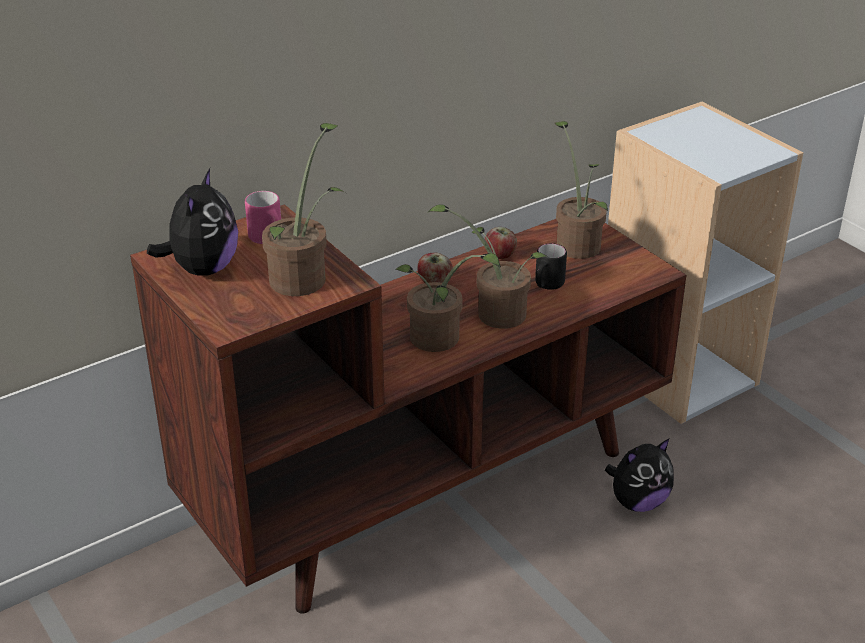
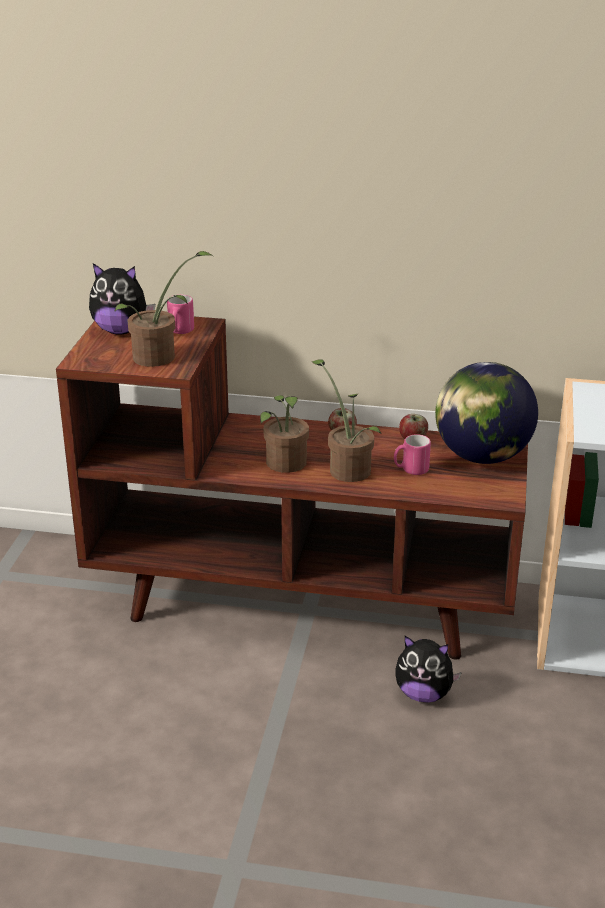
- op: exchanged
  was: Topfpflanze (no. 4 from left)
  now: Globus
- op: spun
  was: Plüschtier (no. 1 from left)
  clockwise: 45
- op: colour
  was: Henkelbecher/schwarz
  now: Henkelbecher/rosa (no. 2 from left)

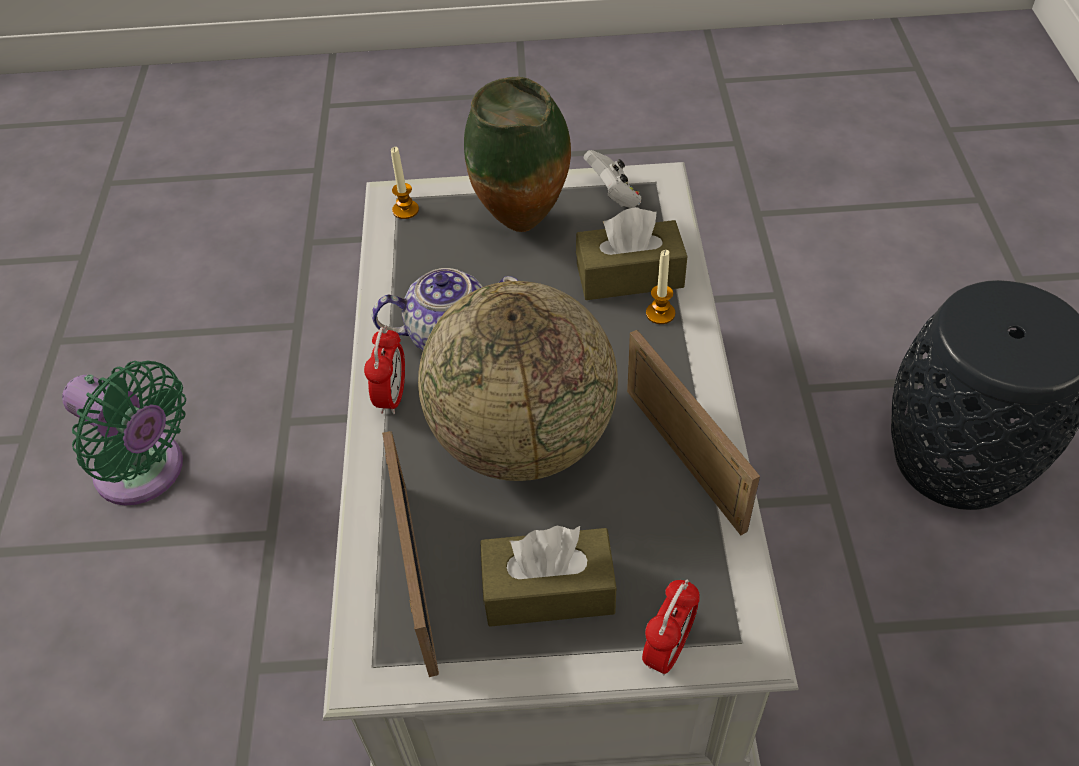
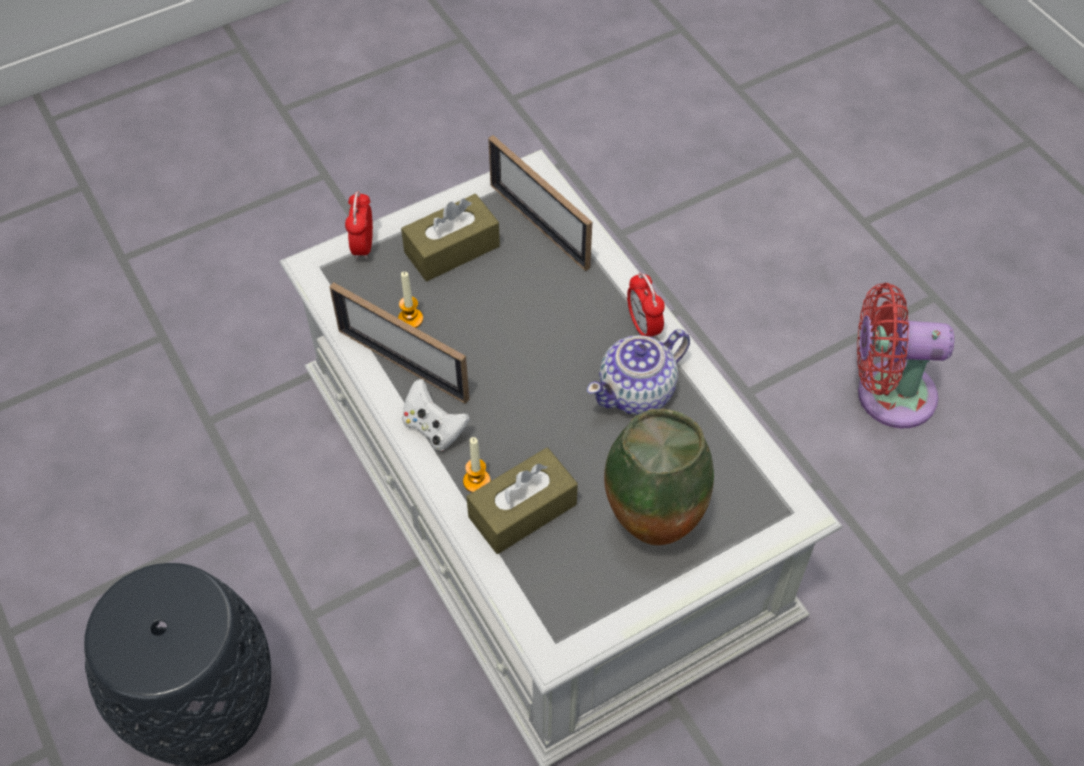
- op: relocated
  was: Kerze (no. 1 from left)
- op: relocated
  was: Gamepad/weiß
- op: missing
  was: Globus
- op: colour
  was: Ventilator/grün
  now: Ventilator/rot

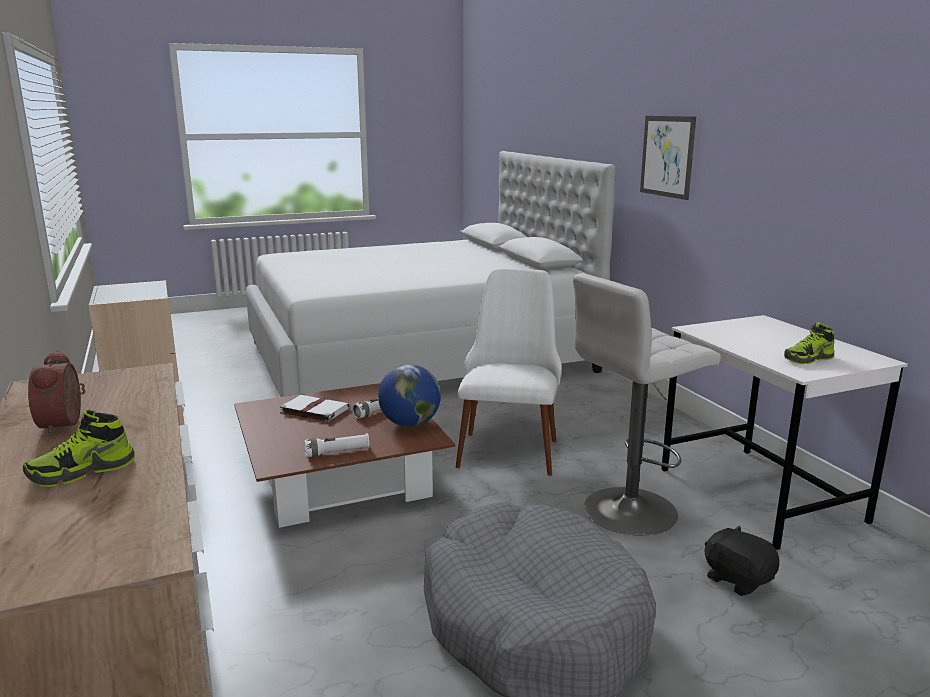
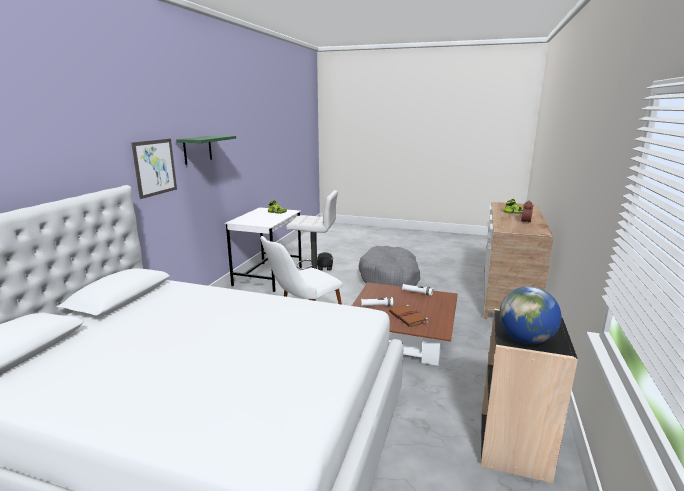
- op: relocated
  was: Globus
- op: colour
  was: Buch/weiß
  now: Buch/braun
- op: appeared
  now: Wandregal/grün

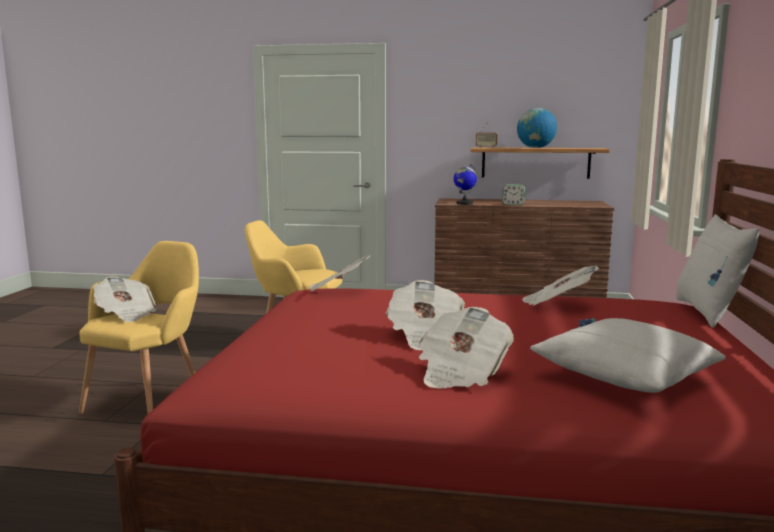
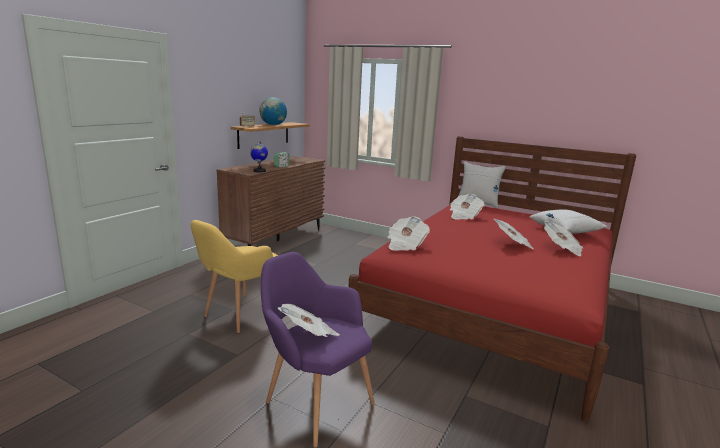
- op: colour
  was: Sessel/gelb (no. 1 from left)
  now: Sessel/lila

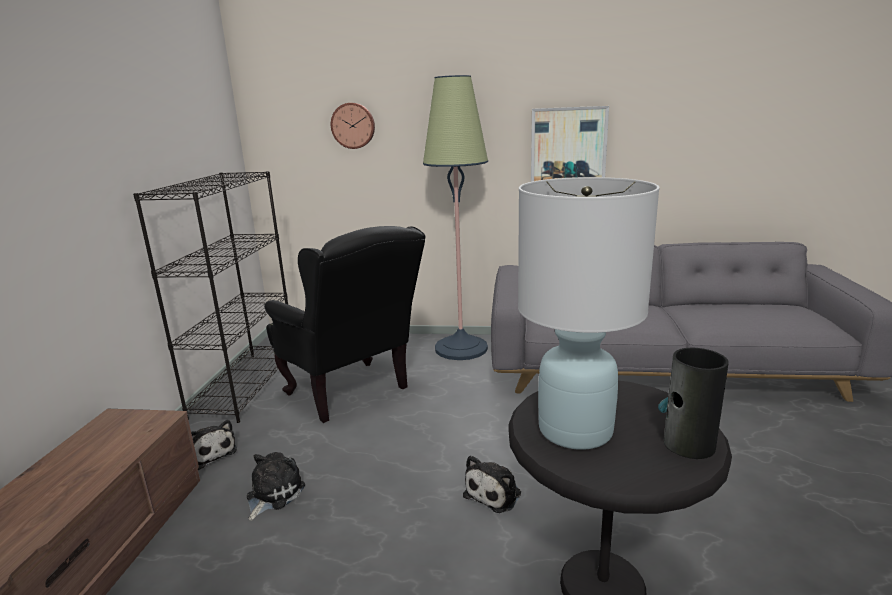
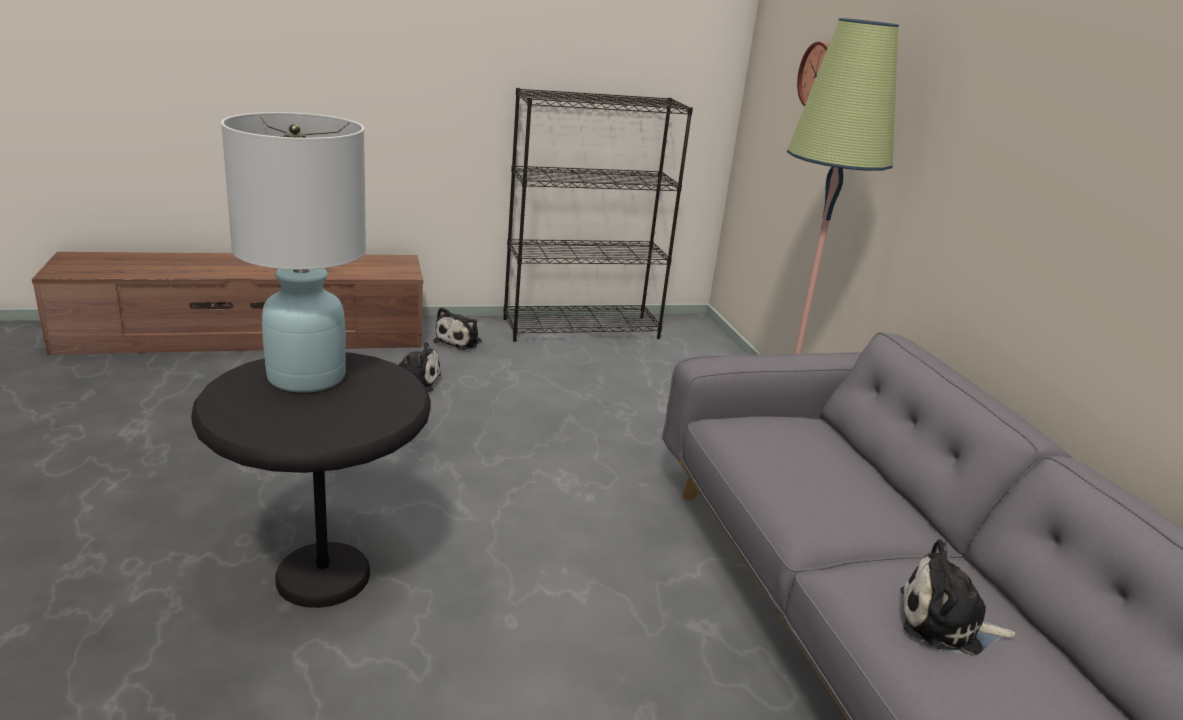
- op: missing
  was: Bild
- op: missing
  was: Sessel/schwarz
- op: missing
  was: Vase
- op: relocated
  was: Plüschtier (no. 3 from left)

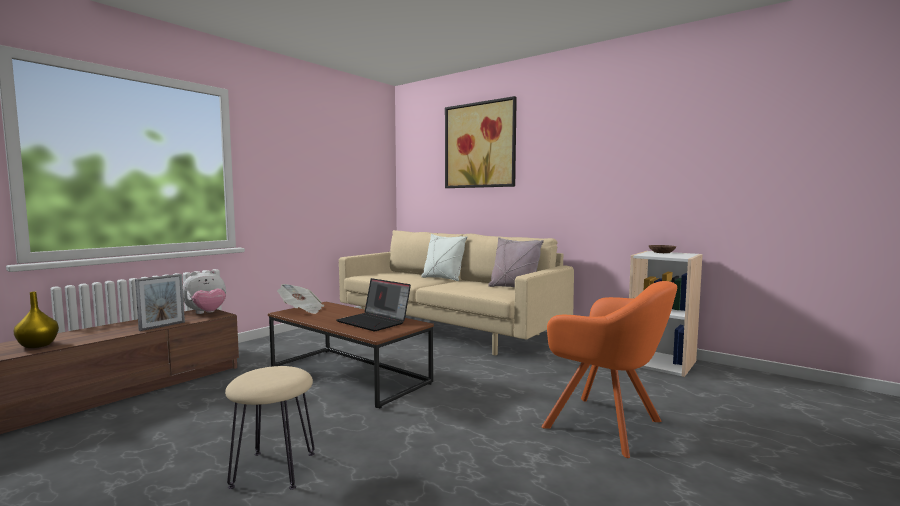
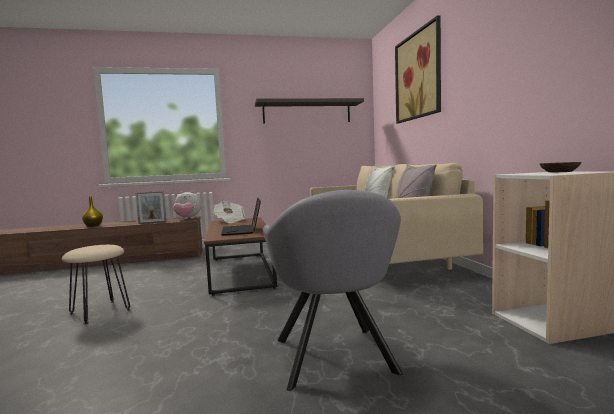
- op: colour
  was: Sessel/orange
  now: Sessel/grau
- op: appeared
  now: Wandregal

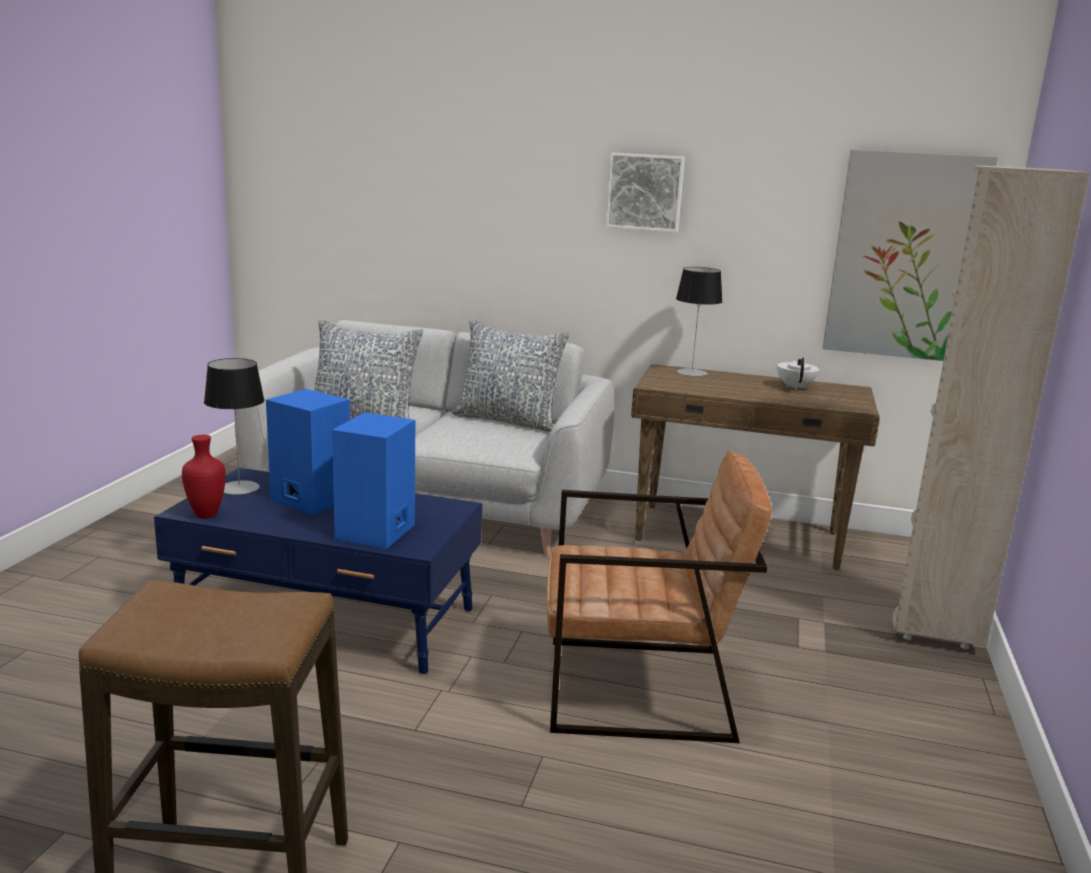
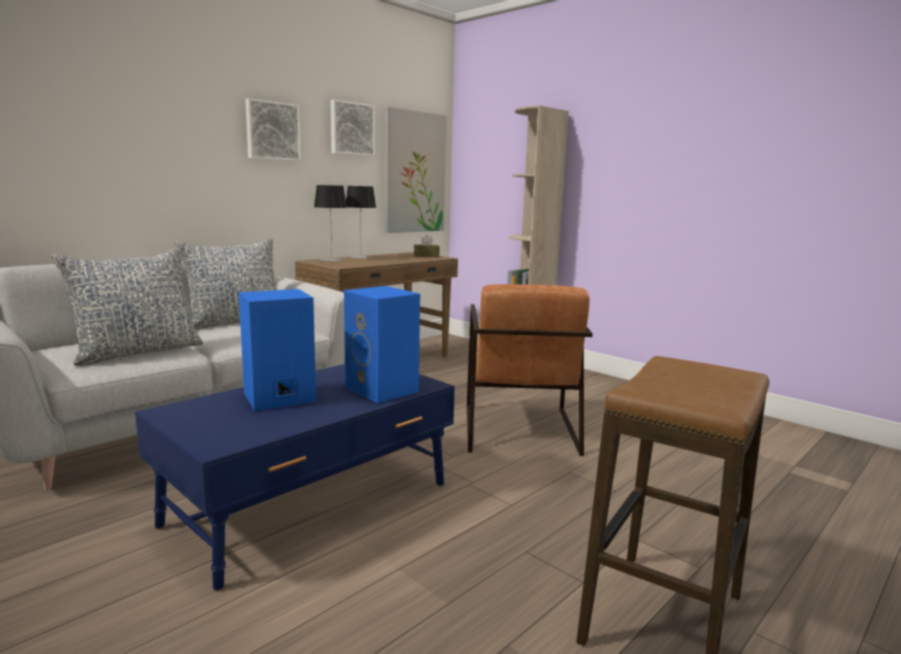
- op: relocated
  was: Tischlampe (no. 1 from left in the first image)
  now: Tischlampe (no. 2 from left)
- op: missing
  was: Teekanne/weiß
- op: missing
  was: Vase/rot
- op: spun
  was: Sessel/braun
  clockwise: 150
- op: appeared
  now: Bild (no. 2 from left)
- op: appeared
  now: Taschentuchbox/braun

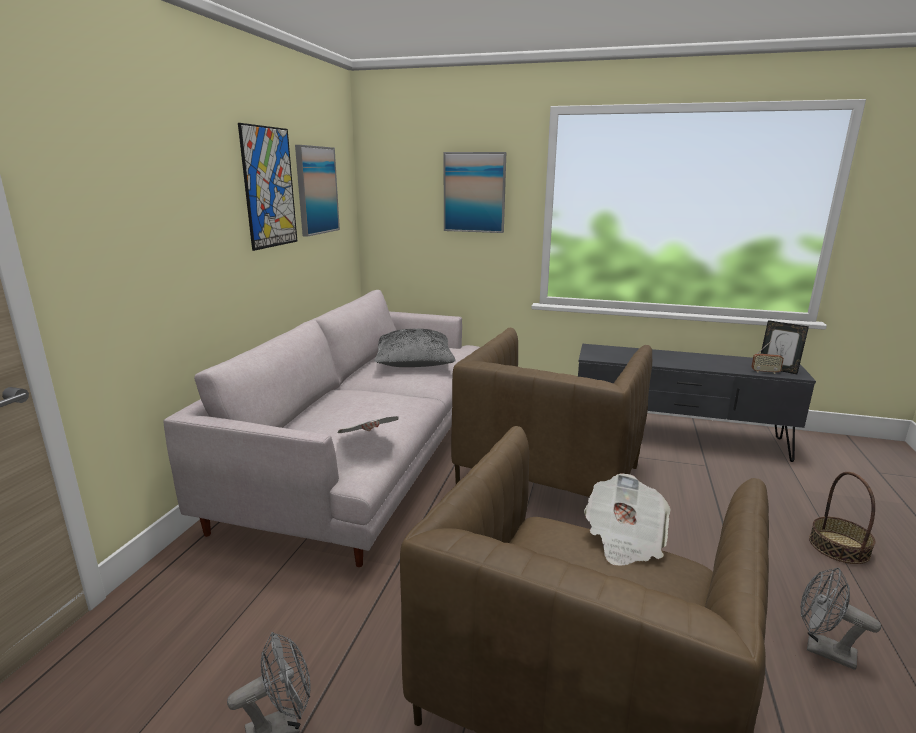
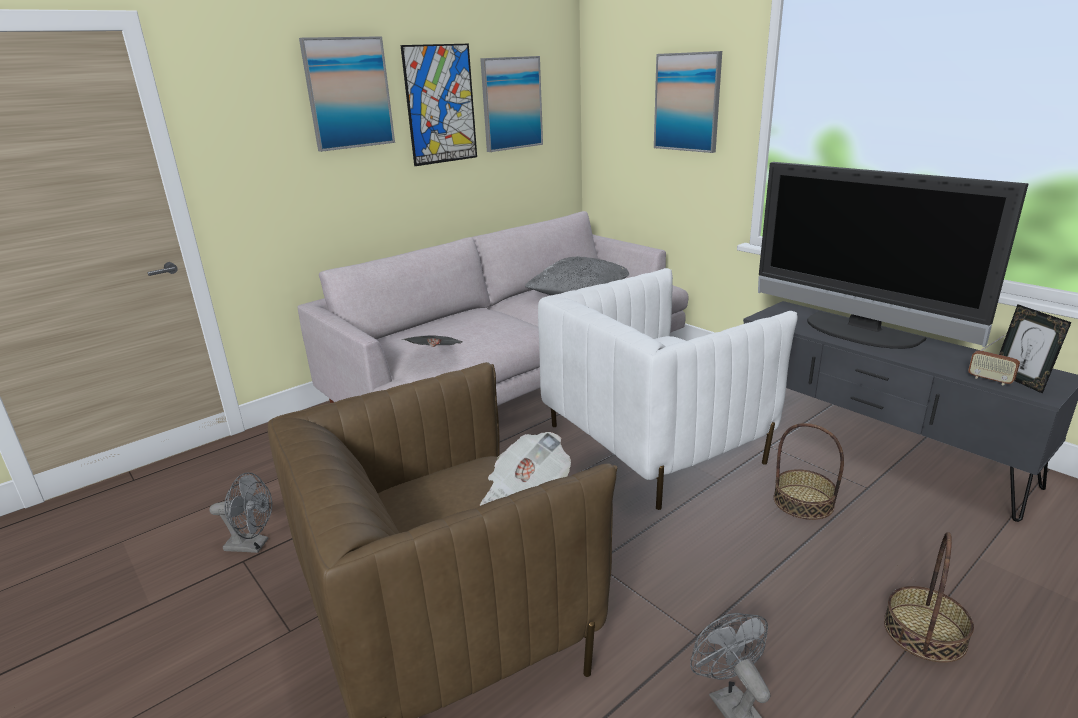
- op: colour
  was: Sessel/braun (no. 1 from left)
  now: Sessel/weiß
- op: appeared
  now: Bild (no. 1 from left)
- op: appeared
  now: Fernseher
- op: appeared
  now: Korb (no. 1 from left)

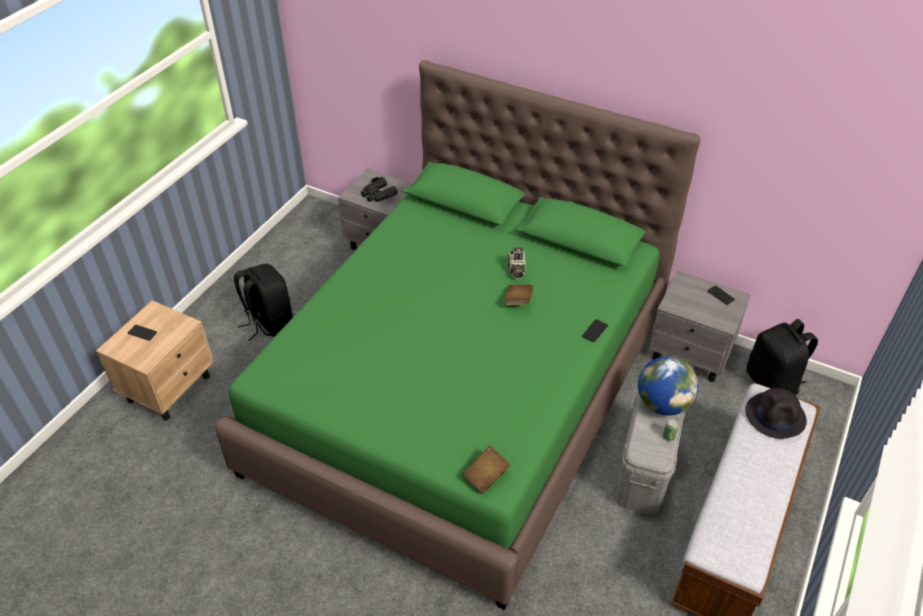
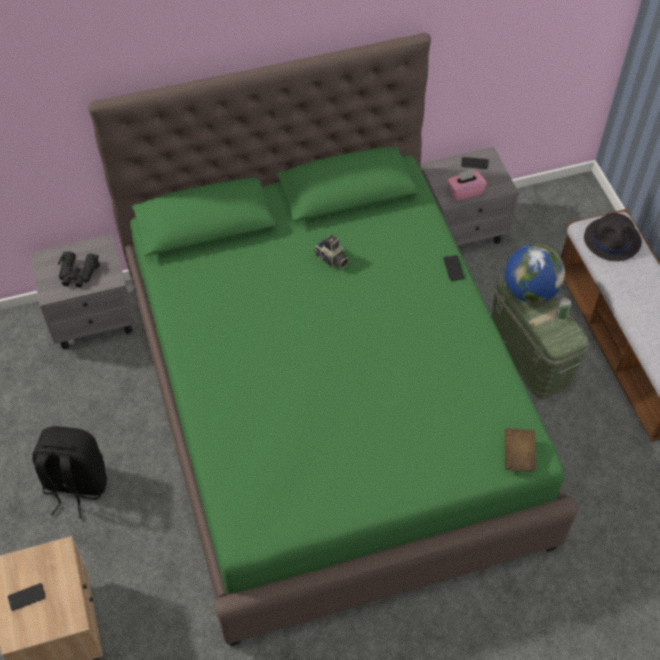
- op: missing
  was: Buch/braun (no. 2 from left)
- op: missing
  was: Rucksack/schwarz (no. 2 from left)
- op: colour
  was: Aufbewahrungsbox/grau
  now: Aufbewahrungsbox/grün
- op: appeared
  now: Taschentuchbox/rosa

